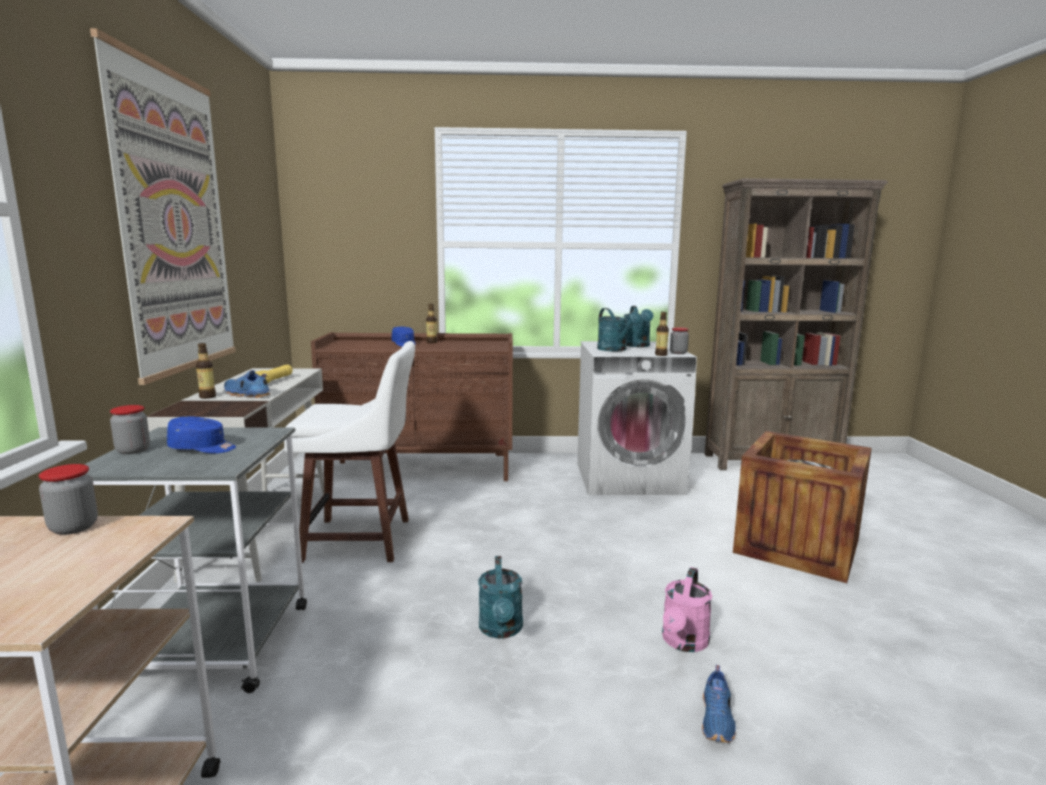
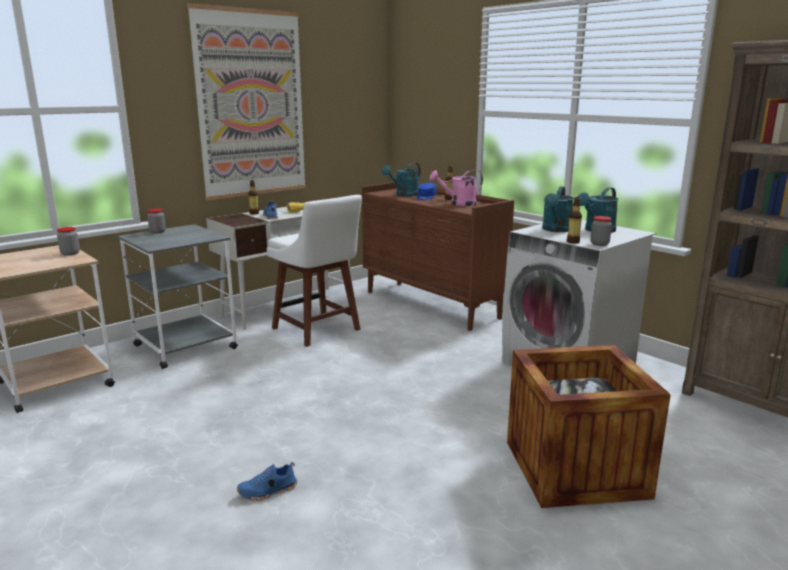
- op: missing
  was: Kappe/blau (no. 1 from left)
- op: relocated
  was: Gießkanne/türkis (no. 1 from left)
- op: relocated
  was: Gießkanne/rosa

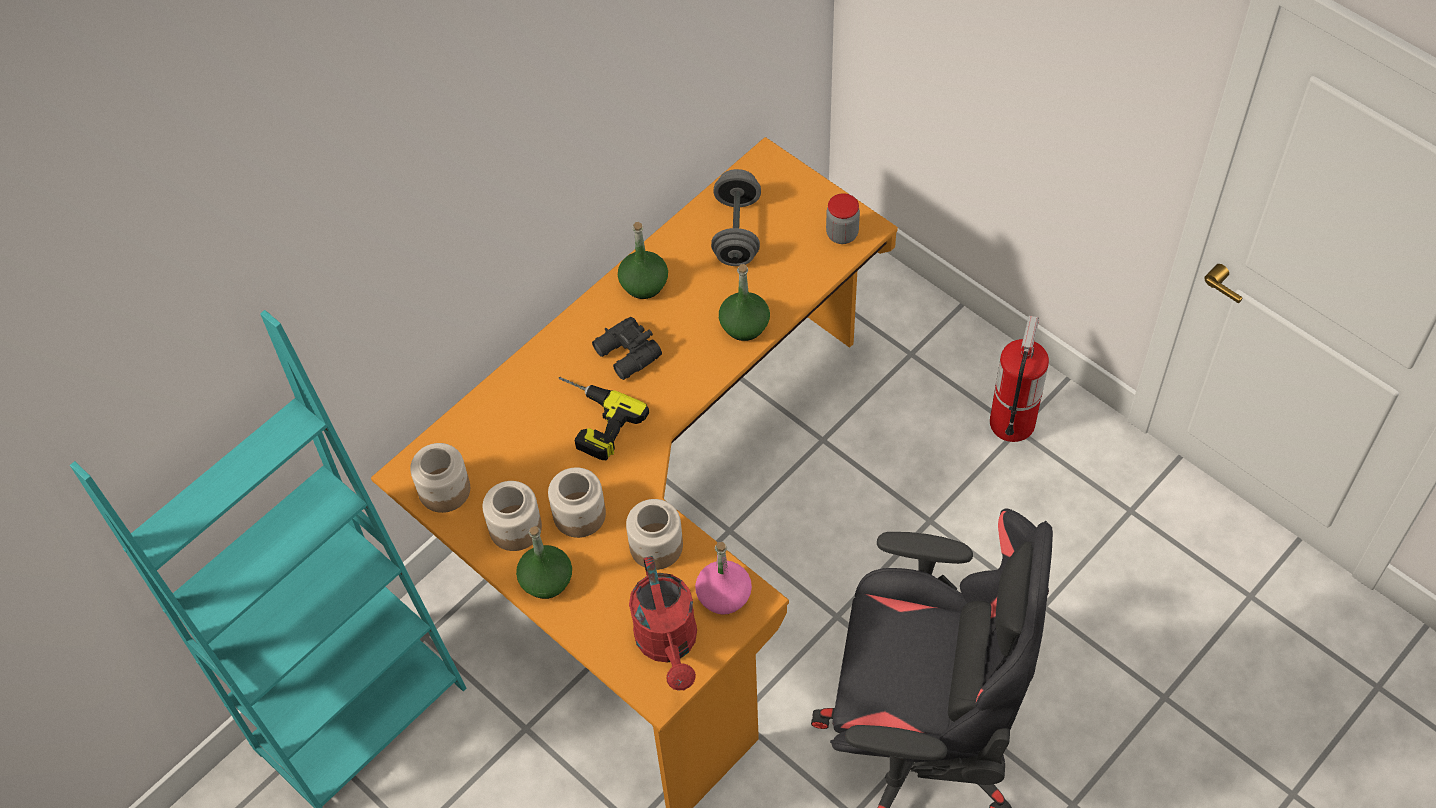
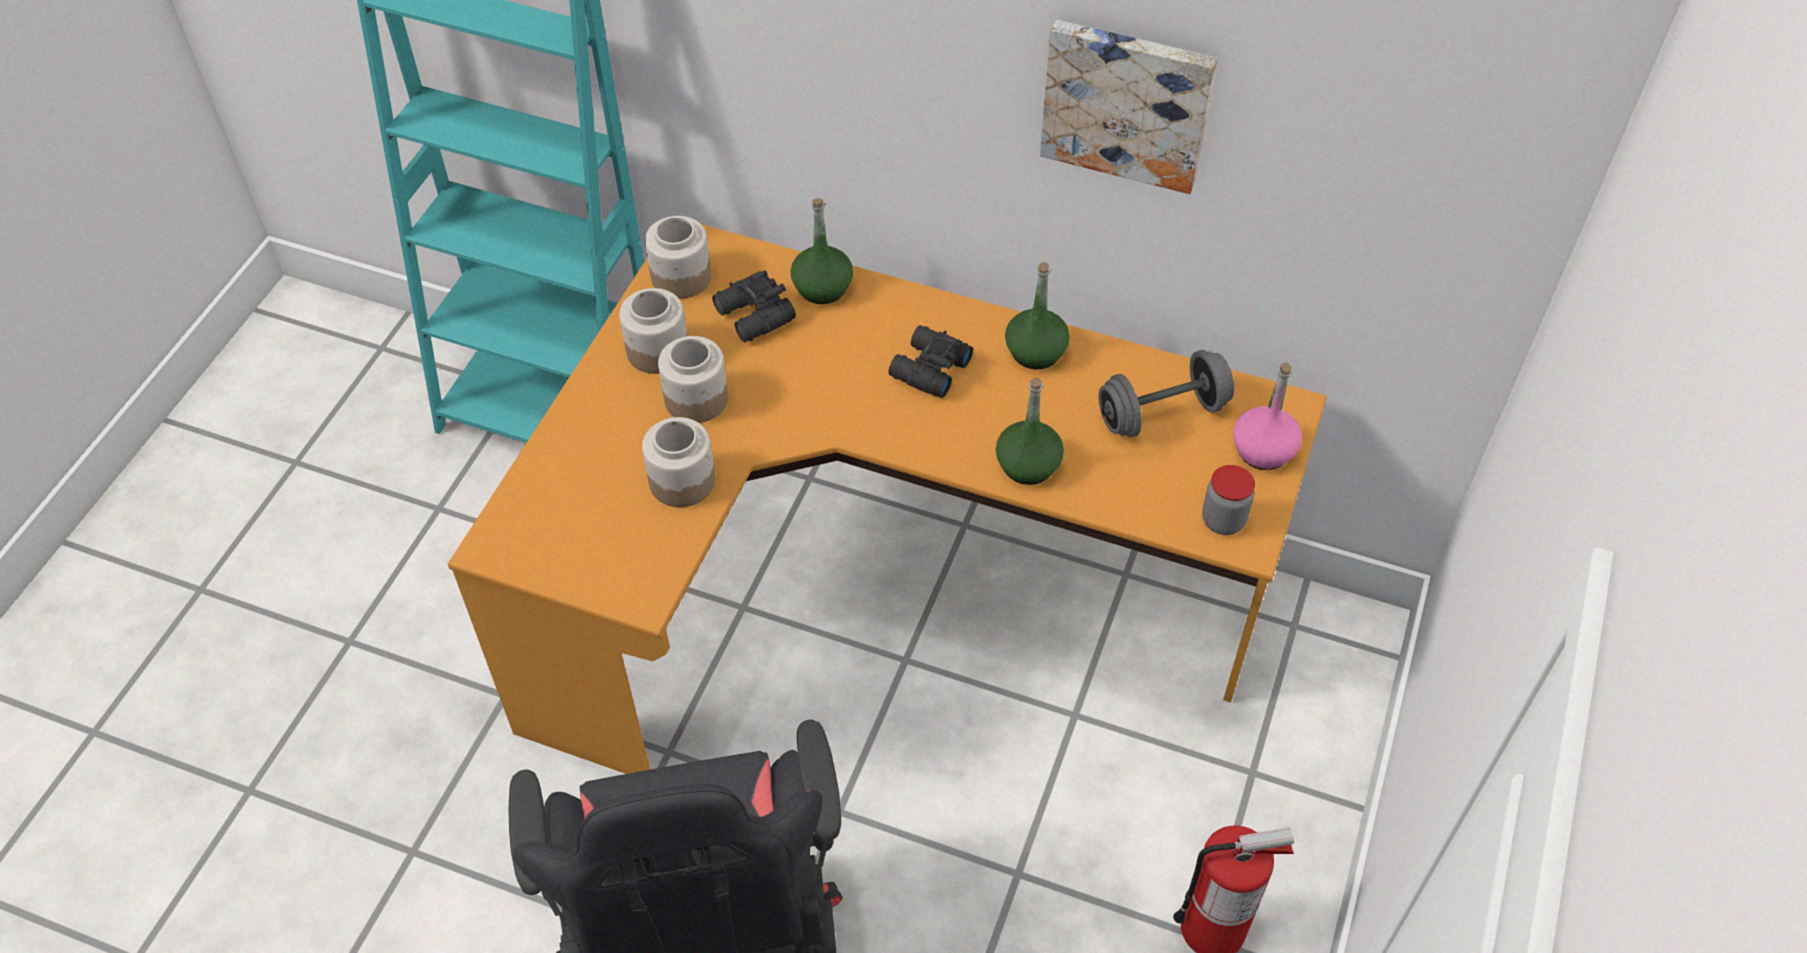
- op: missing
  was: Bohrmaschine
- op: relocated
  was: Flasche/grün (no. 1 from left)
- op: relocated
  was: Flasche/rosa
- op: missing
  was: Gießkanne/rot
- op: appeared
  now: Bild
- op: appeared
  now: Fernglas/schwarz (no. 1 from left)

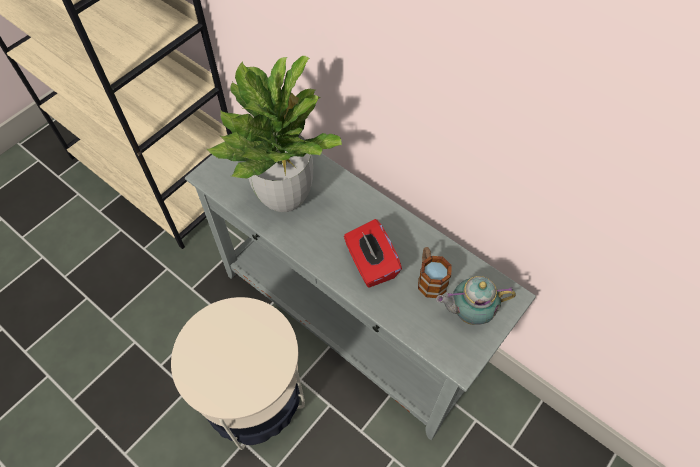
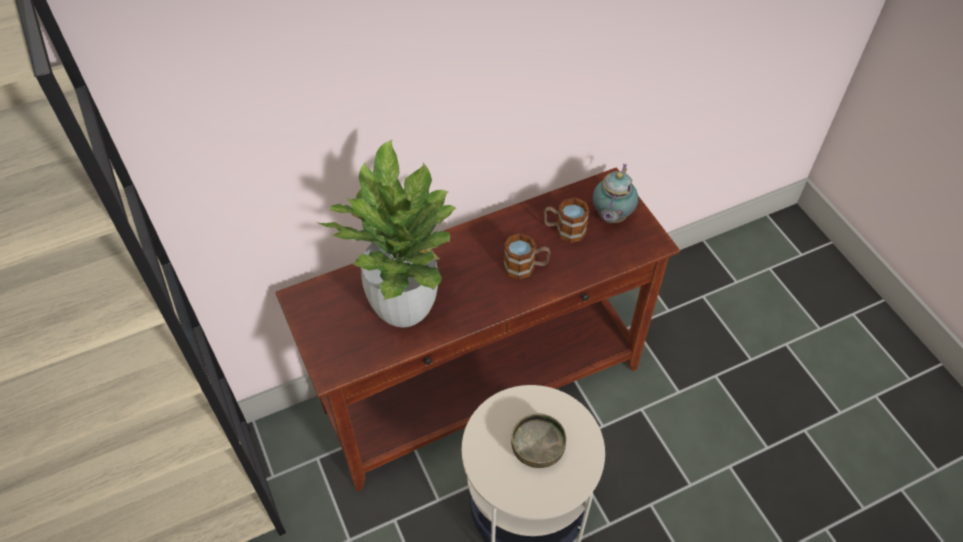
- op: colour
  was: Konsolentisch/grau
  now: Konsolentisch/braun
- op: exchanged
  was: Taschentuchbox/rot
  now: Henkelbecher (no. 1 from left)
- op: appeared
  now: Schüssel

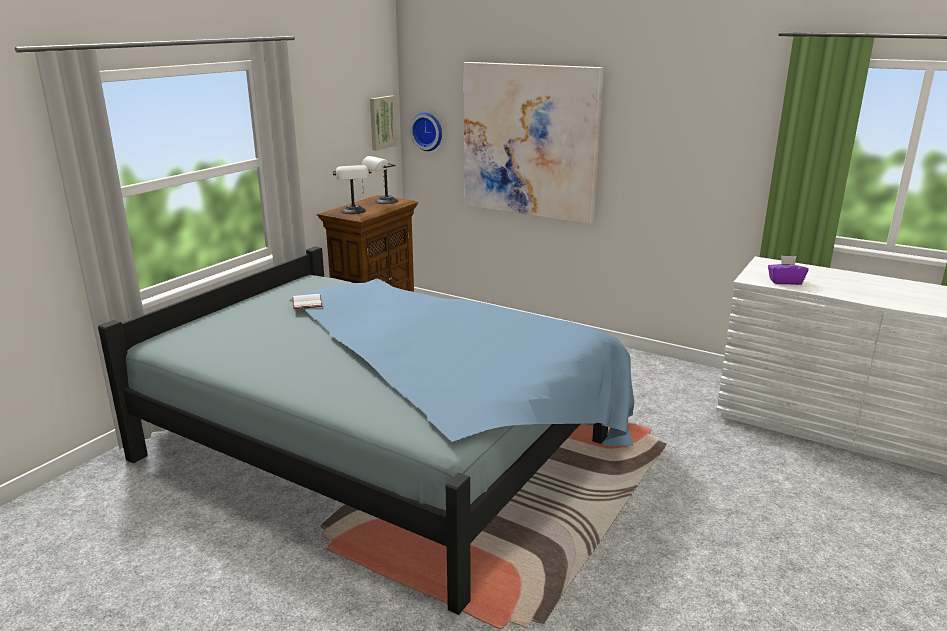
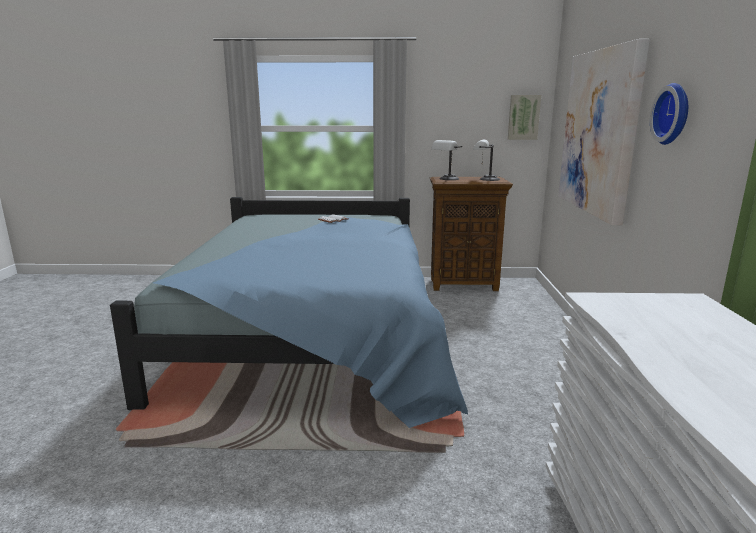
- op: relocated
  was: Wanduhr
- op: missing
  was: Taschentuchbox/lila

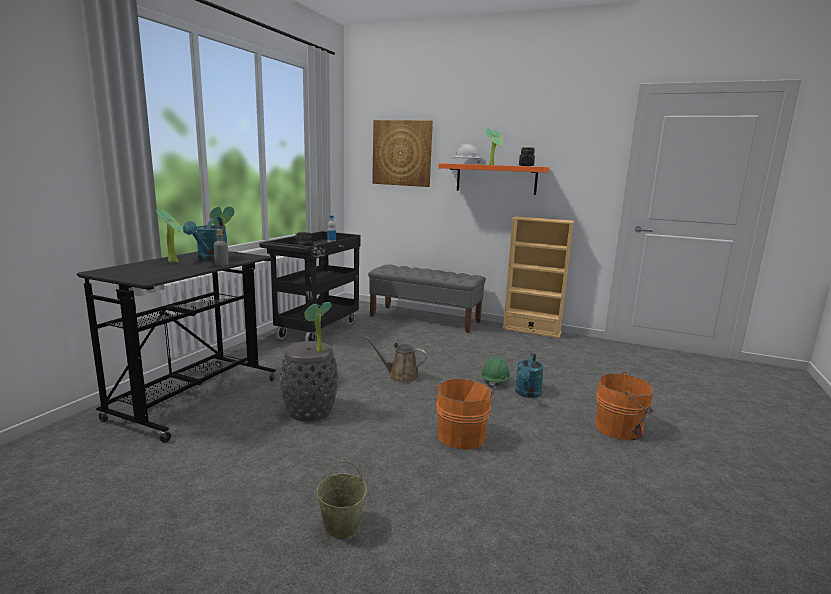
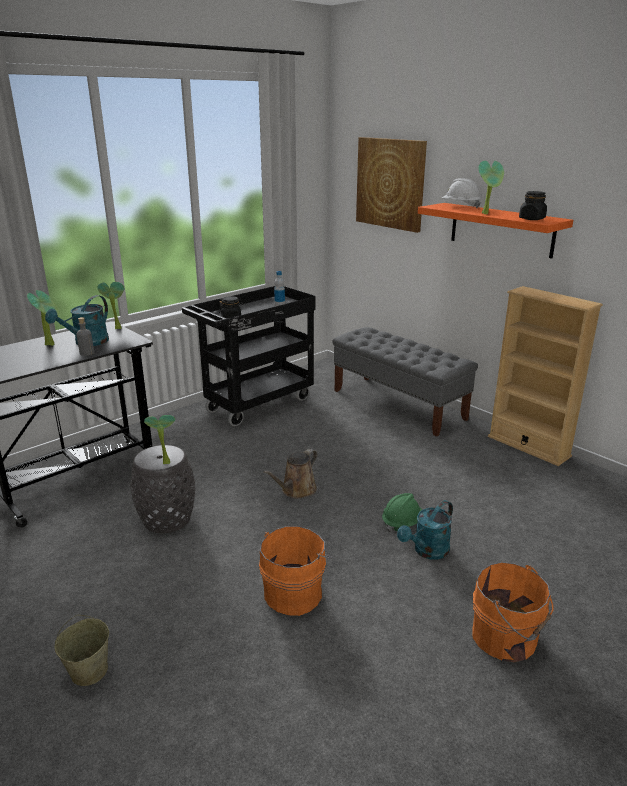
- op: spun
  was: Gießkanne/braun
  clockwise: -90

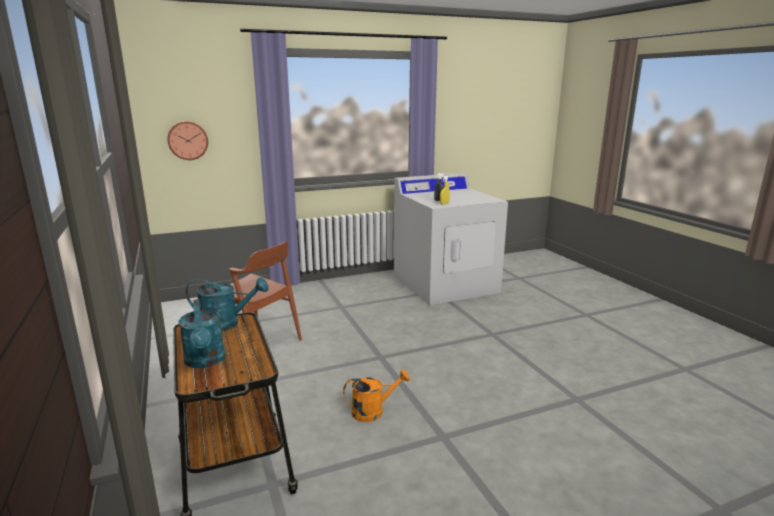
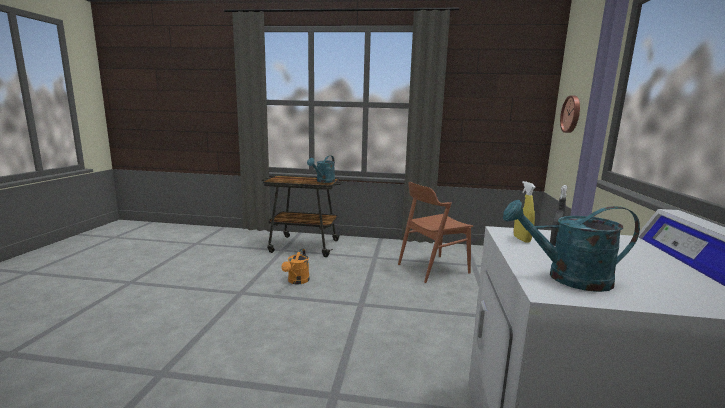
- op: relocated
  was: Gießkanne/türkis (no. 1 from left in the first image)
  now: Gießkanne/türkis (no. 2 from left)

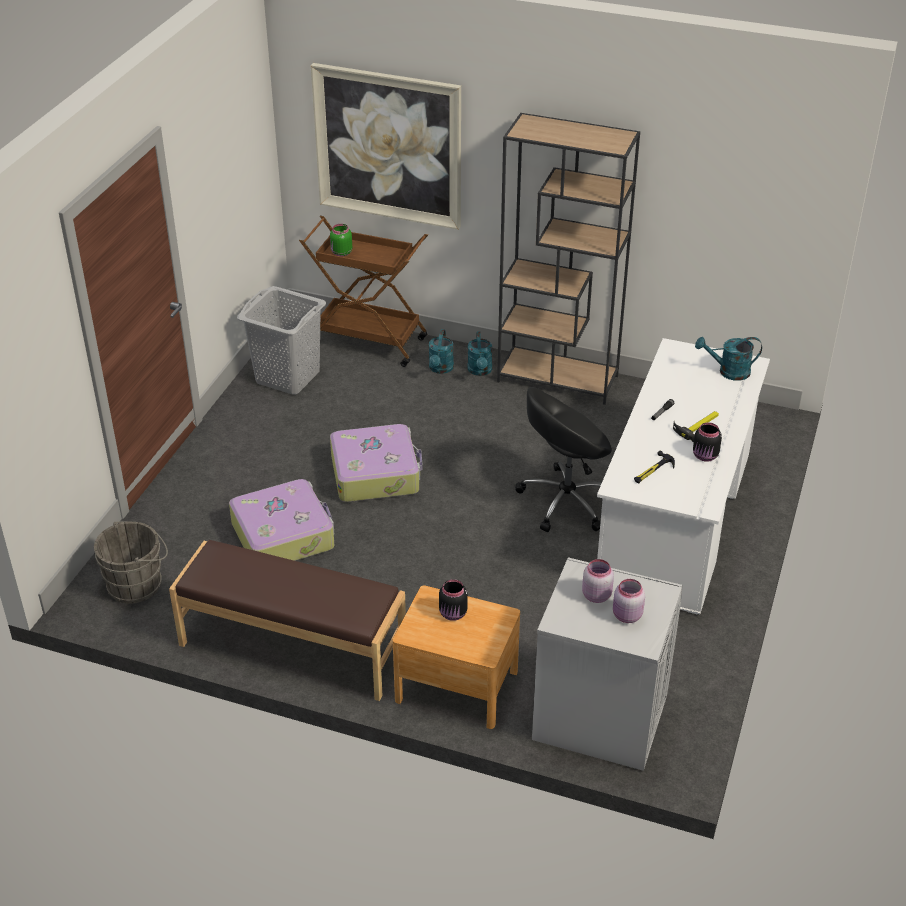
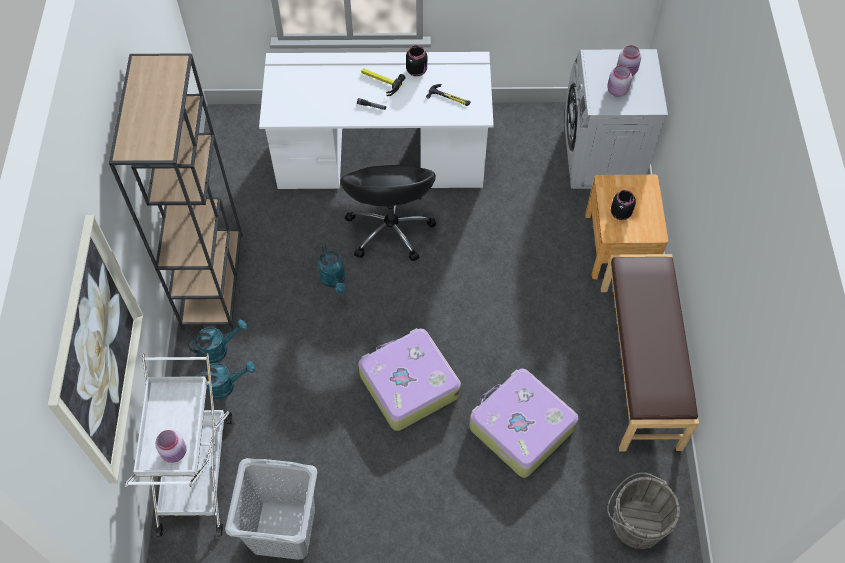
- op: colour
  was: Rollwagen/braun
  now: Rollwagen/weiß
- op: colour
  was: Vorratsglas/grün
  now: Vorratsglas/rosa (no. 1 from left)
- op: relocated
  was: Gießkanne/türkis (no. 3 from left)
- op: spun
  was: Bürostuhl/schwarz
  clockwise: 45

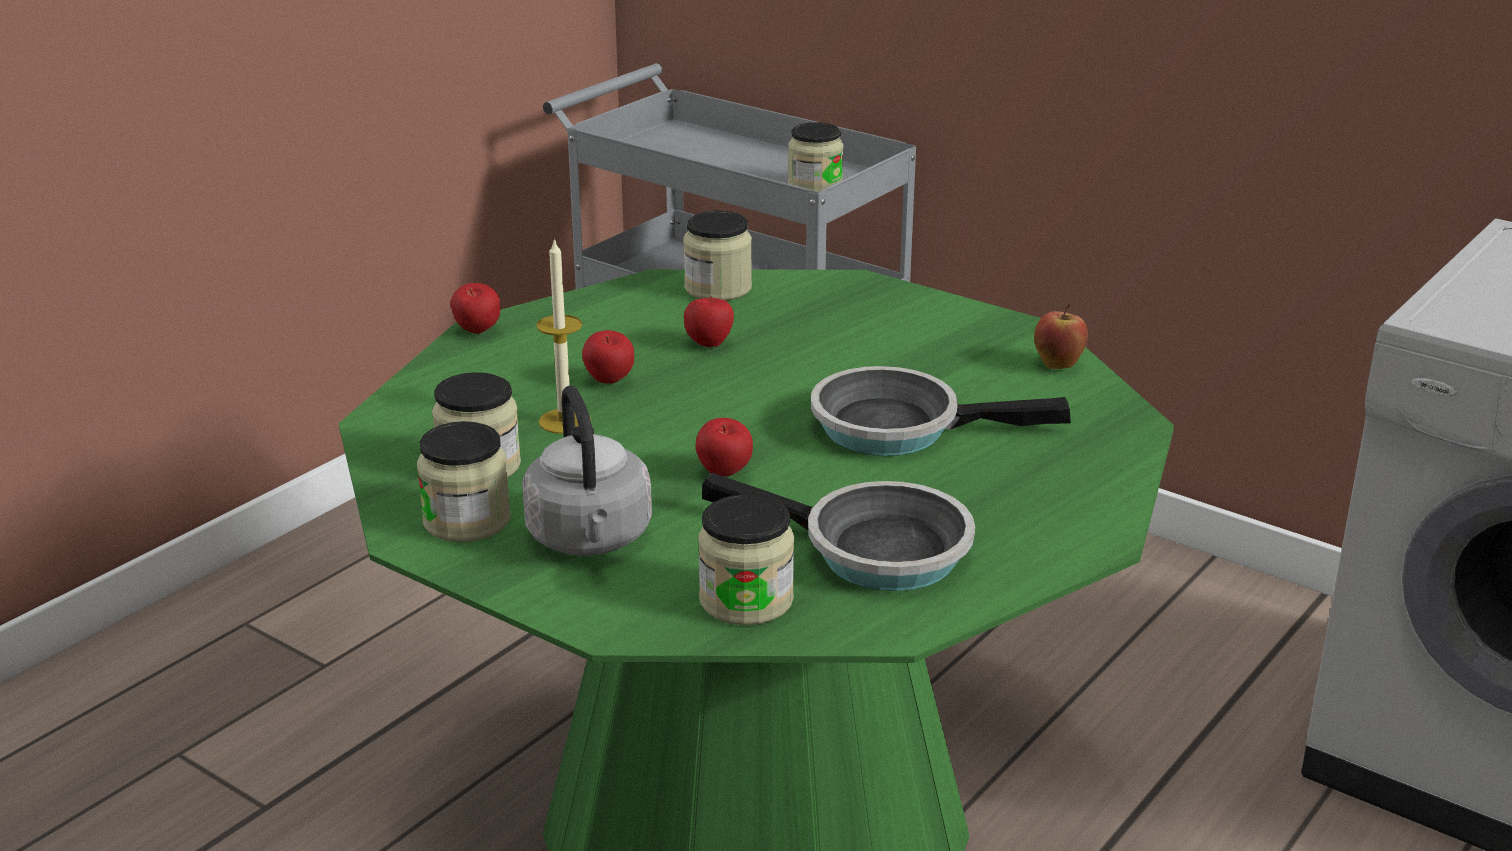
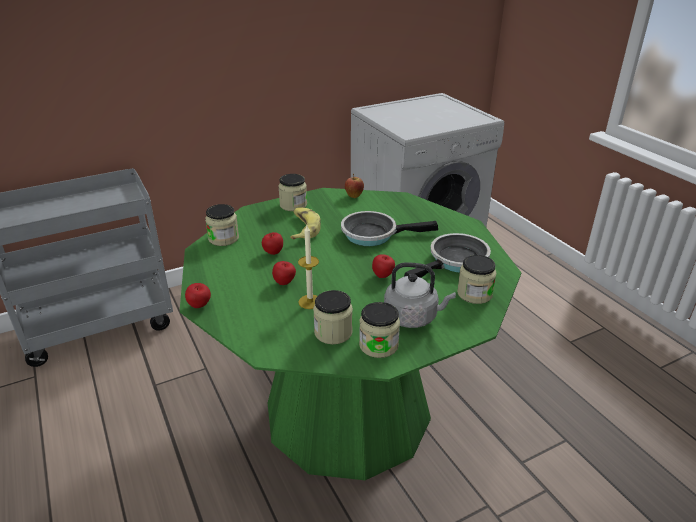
- op: relocated
  was: Vorratsglas (no. 5 from left in the first image)
  now: Vorratsglas (no. 2 from left)
- op: spun
  was: Pfanne (no. 2 from left in the first image)
  clockwise: 60
- op: appeared
  now: Banane

